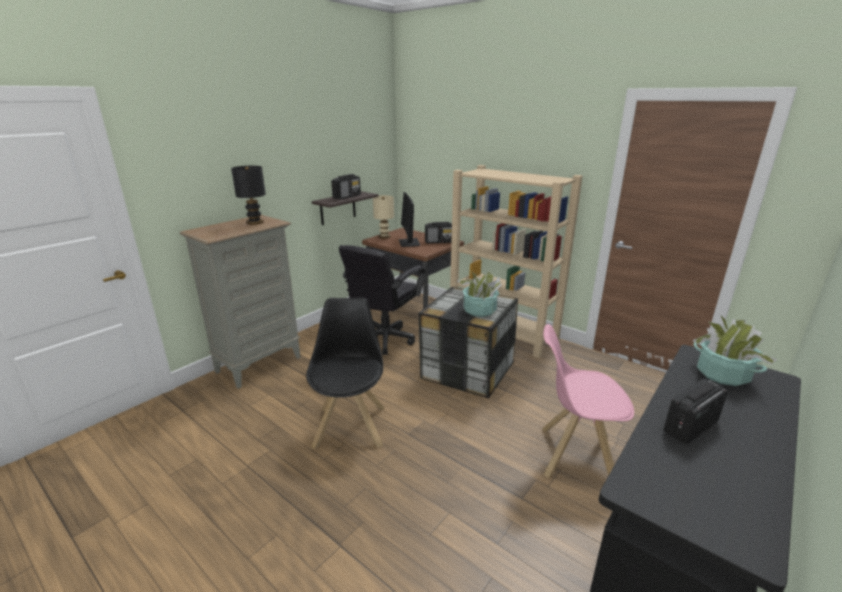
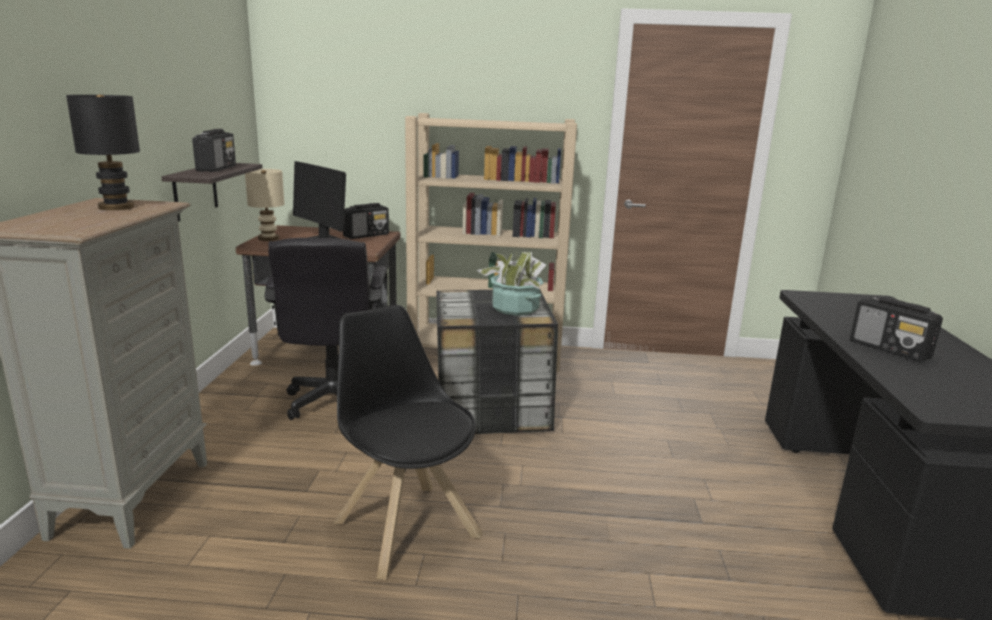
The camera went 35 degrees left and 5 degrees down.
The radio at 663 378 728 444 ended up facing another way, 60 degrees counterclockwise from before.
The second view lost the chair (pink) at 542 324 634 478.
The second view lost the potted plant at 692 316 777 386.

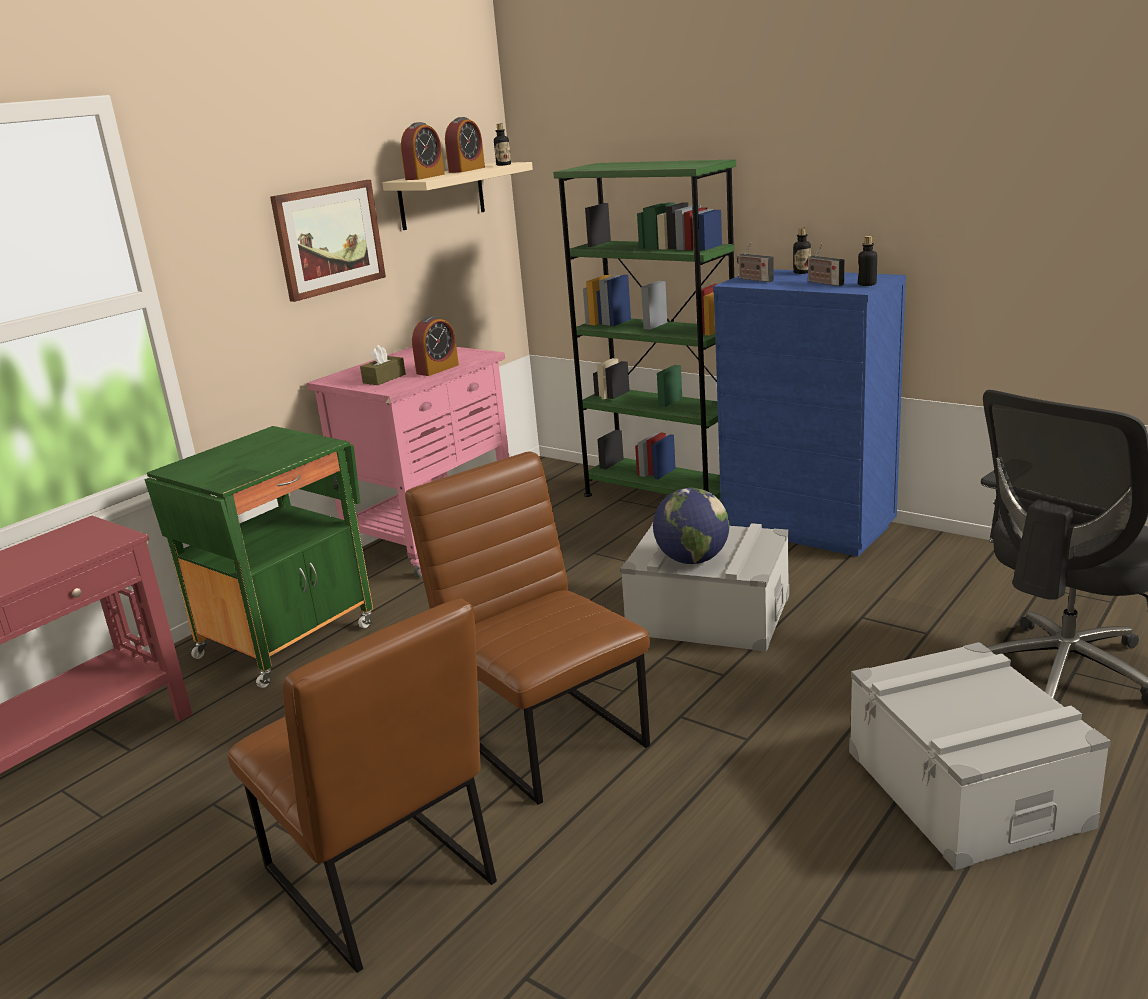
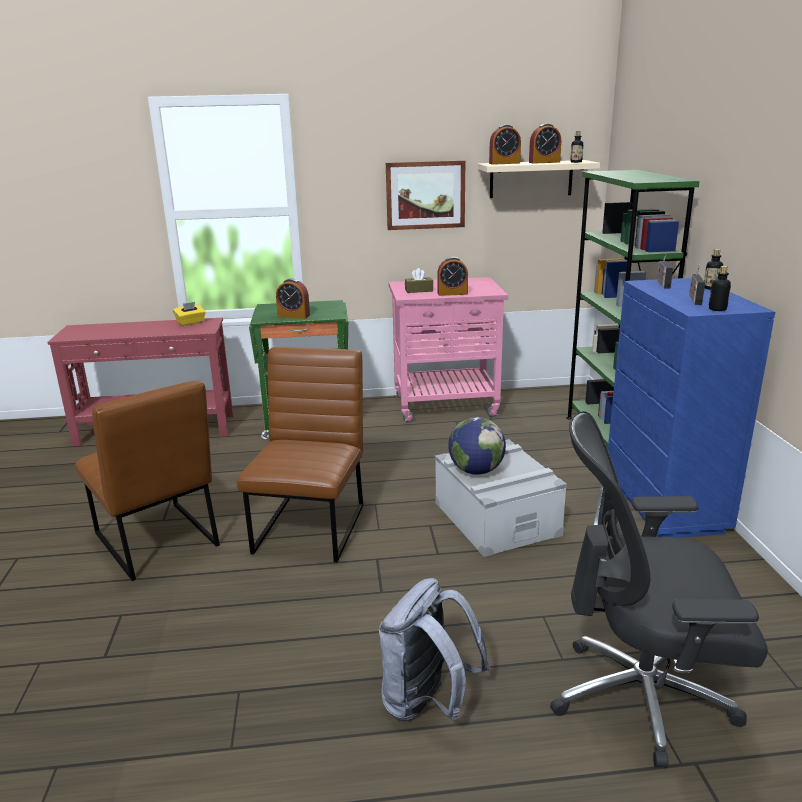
The camera went 45 degrees right and 0 degrees up.
The chair (brown) at 228 599 497 973 ended up facing another way, 45 degrees counterclockwise from before.
The second view gained the tissue box (yellow) at 173 302 206 326.
The second view gained the alarm clock at 276 278 310 319.
Where the storage box (grey) stood at 849 642 1111 870, the backpack (grey) came to stand at 379 578 490 722.

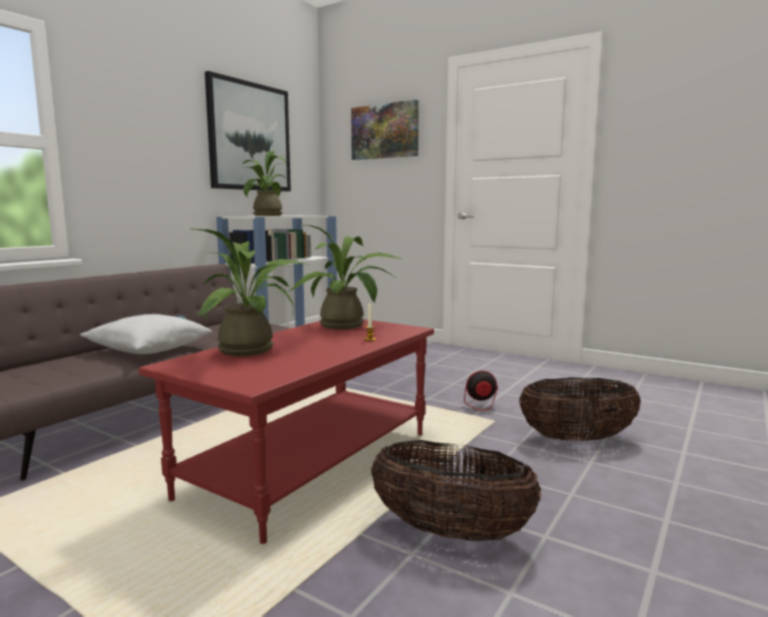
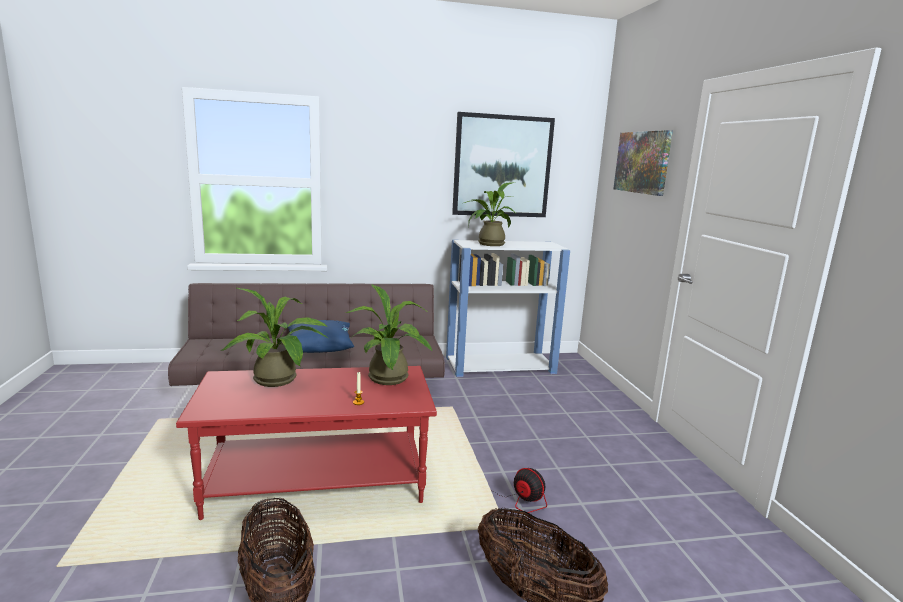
The camera went 45 degrees right and 5 degrees up.
What was the pillow (grey) at 80 314 212 354 turned into the pillow (blue) at 287 320 354 353.

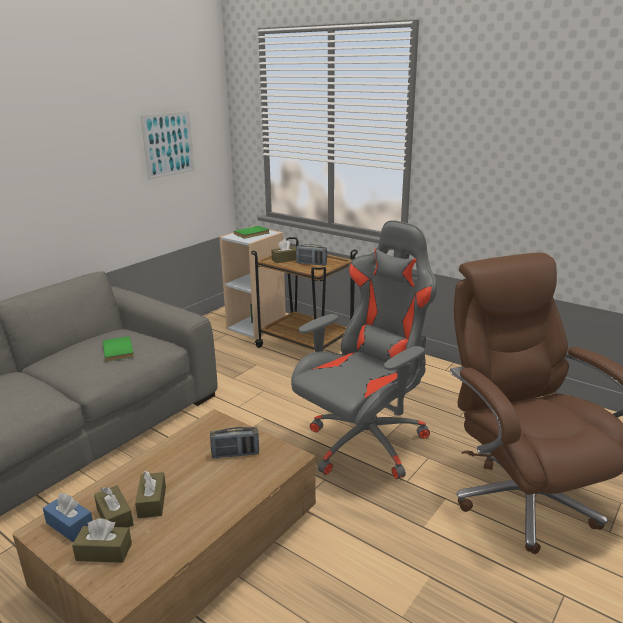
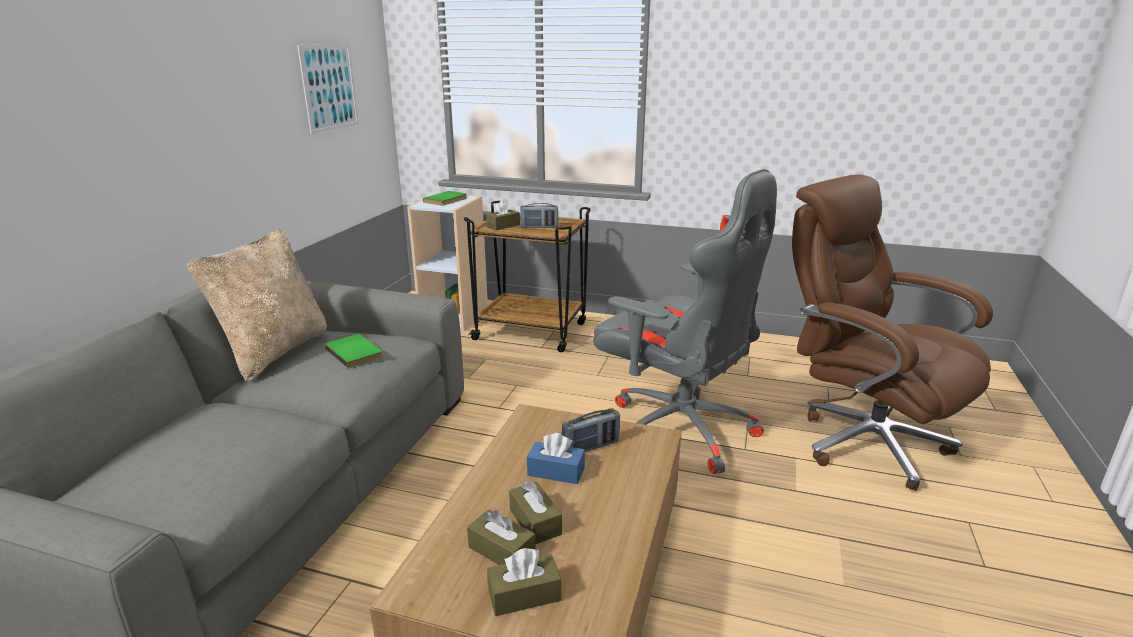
The camera went 20 degrees left and 0 degrees up.
The second view gained the pillow (beige) at 186 229 327 380.
The tissue box (blue) ended up elsewhere, having gone from 43 493 93 542 to 527 433 585 484.
The office chair (grey) at 291 220 437 479 ended up facing another way, 105 degrees clockwise from before.

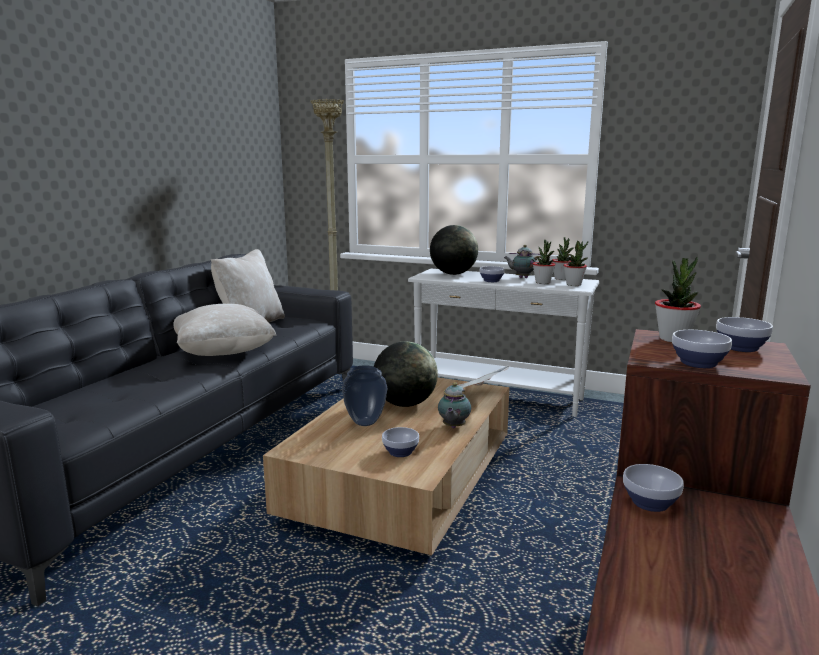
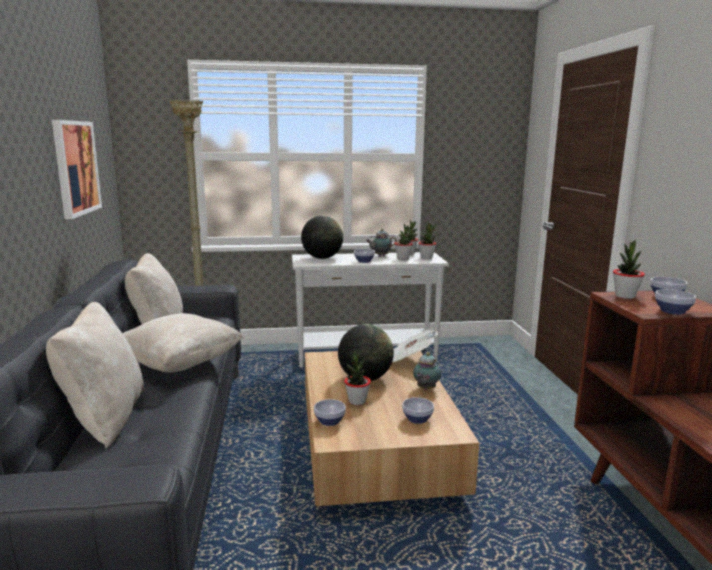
The camera went 30 degrees left and 0 degrees up.
The second view gained the pillow (beige) at 46 302 145 448.
The second view gained the picture at 52 120 102 219.
The bowl ended up elsewhere, having gone from 623 464 684 512 to 314 399 346 426.
Where the vase stood at 342 365 388 426, the potted plant came to stand at 344 350 371 405.
The teapot at 438 382 471 428 ended up facing another way, 45 degrees clockwise from before.

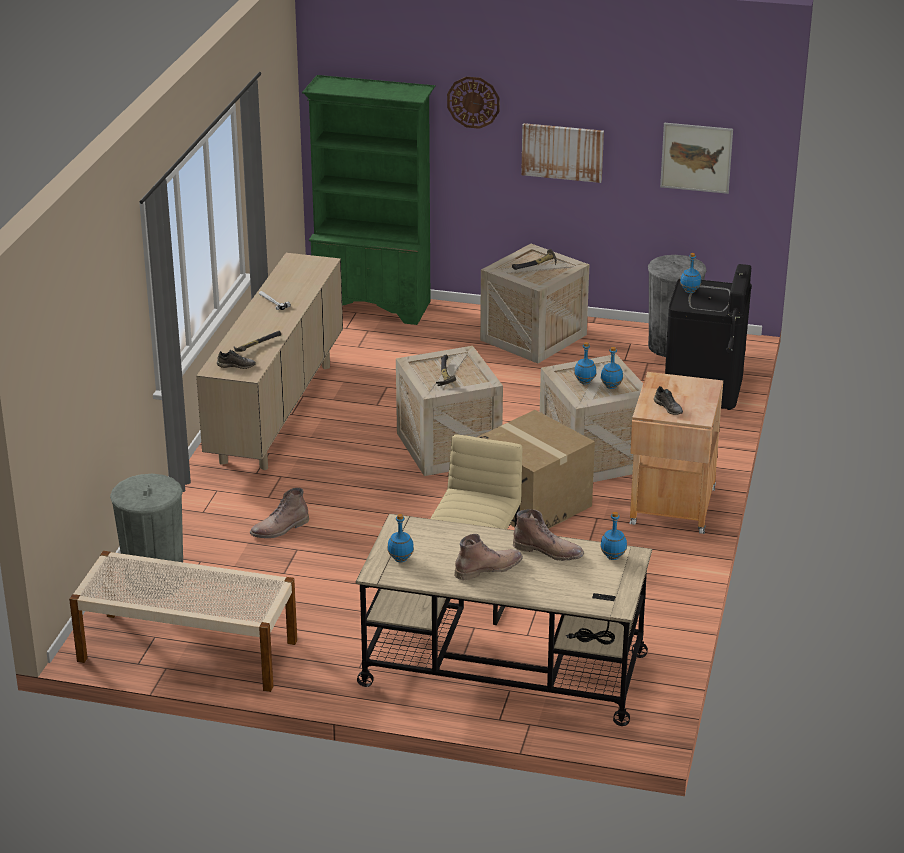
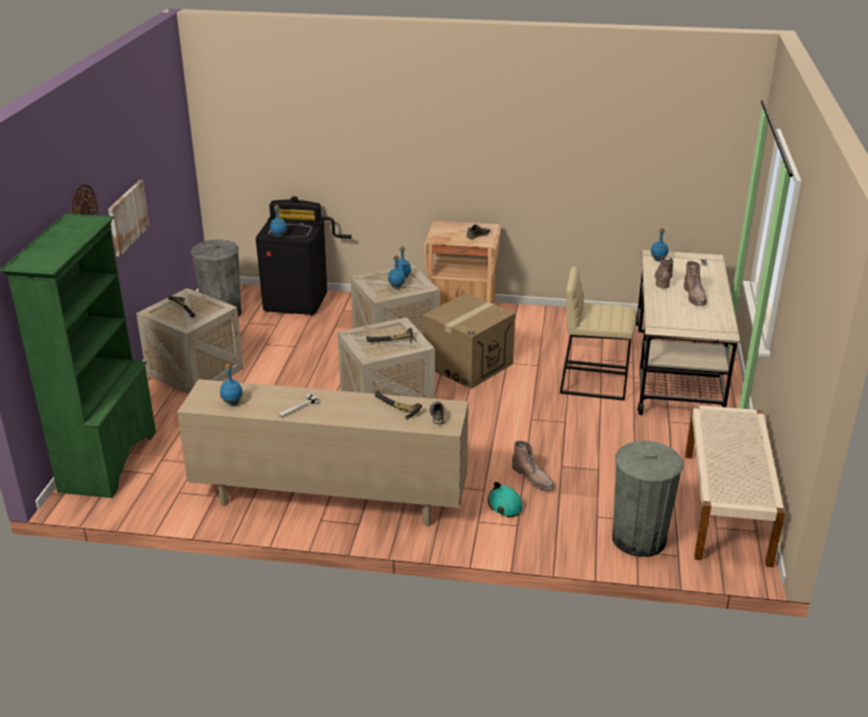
The camera went 95 degrees left and 0 degrees up.
The bottle (blue) ended up elsewhere, having gone from 387 514 414 562 to 220 364 243 405.
The second view gained the hard hat (turquoise) at 488 482 523 518.
The boot (brown) at 454 534 523 580 ended up facing another way, 150 degrees counterclockwise from before.
The second view lost the picture at 660 123 733 194.

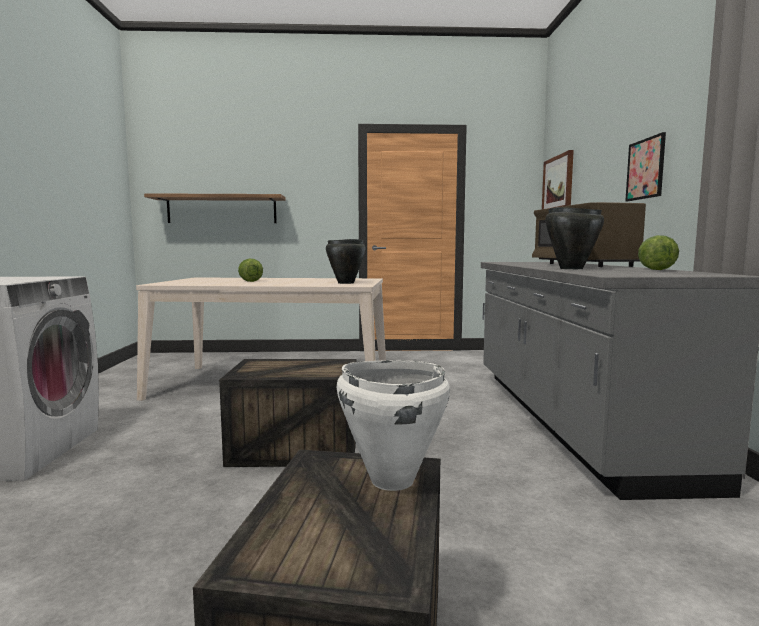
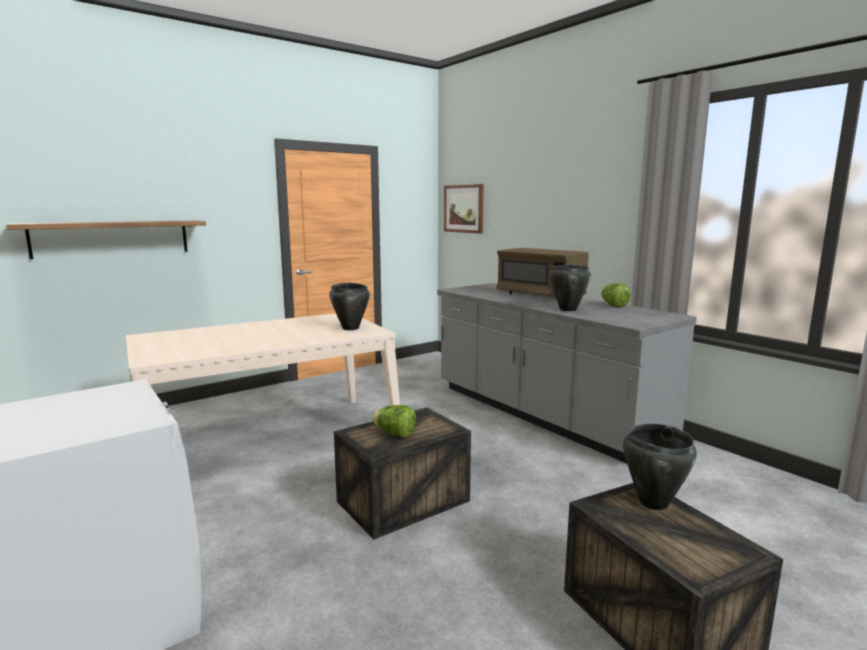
The camera went 35 degrees left and 5 degrees up.
The lettuce ended up elsewhere, having gone from 238 259 263 282 to 372 405 416 438.
What was the cooking pot (white) at 336 360 450 491 turned into the cooking pot (black) at 623 424 697 510.
The second view lost the picture at 625 132 666 201.

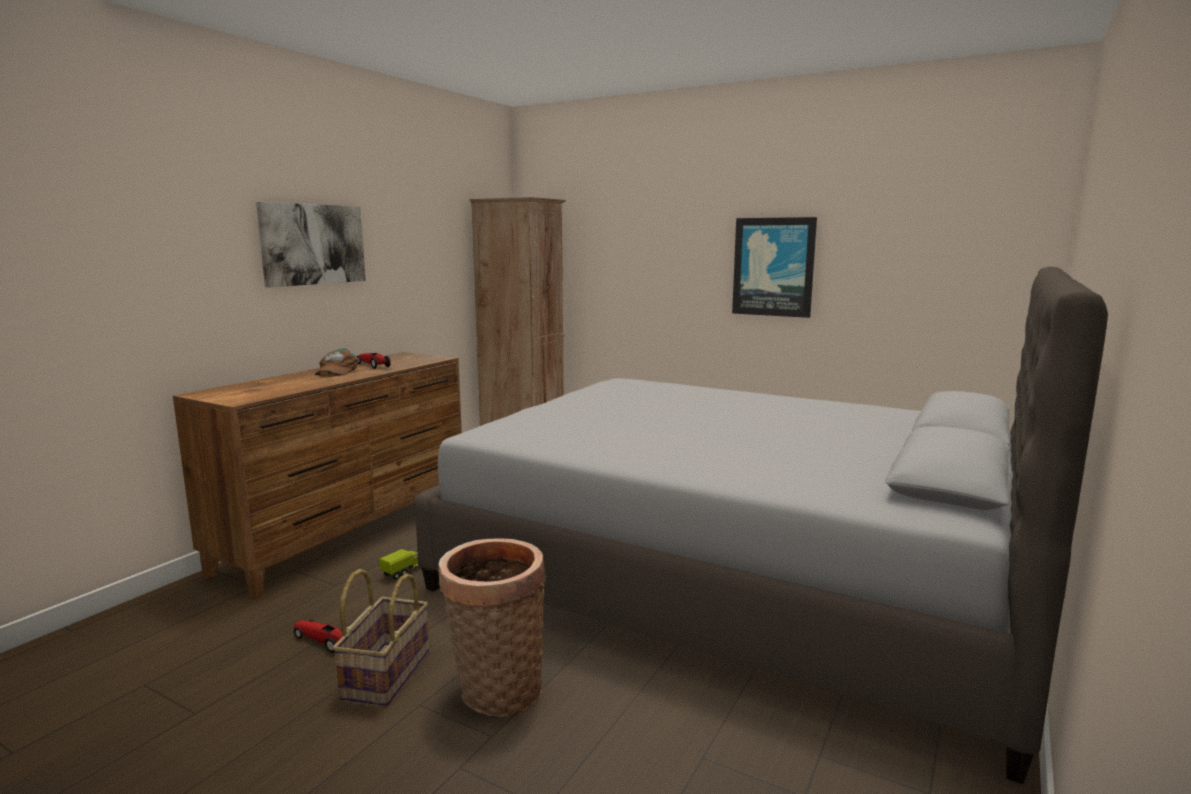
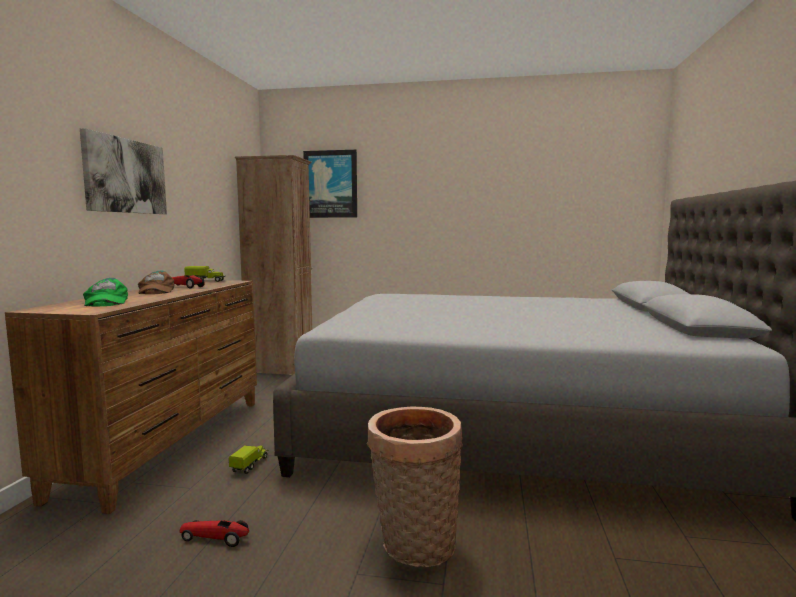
The camera went 20 degrees left and 5 degrees down.
The second view gained the cap (green) at 83 278 128 306.
The second view gained the toy truck at 184 266 225 282.
The picture ended up elsewhere, having gone from 732 217 817 318 to 303 150 357 218.
The second view lost the basket at 333 569 429 706.

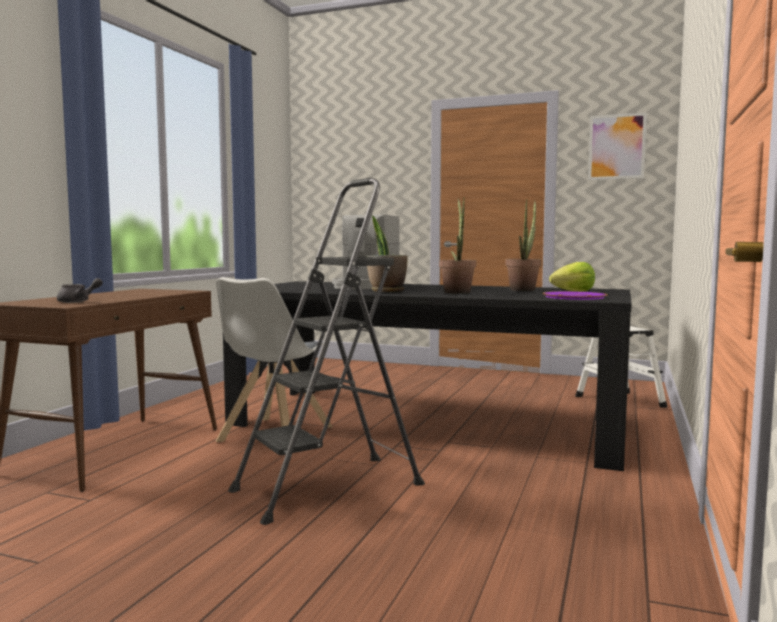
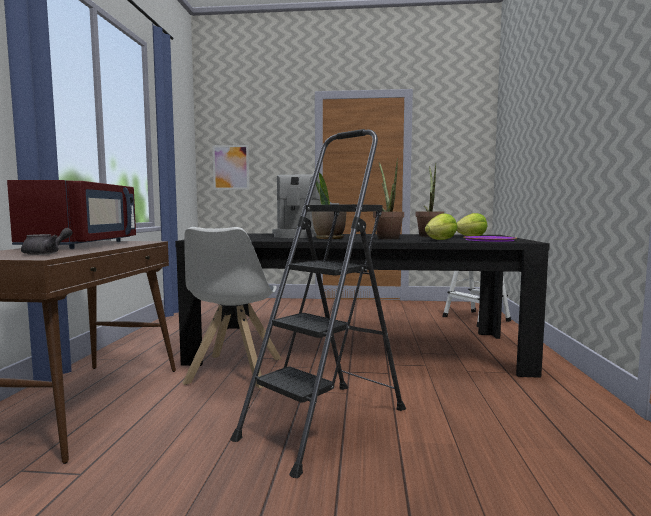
The camera went 15 degrees left and 0 degrees up.
The second view gained the microwave (red) at 7 180 136 249.
The picture ended up elsewhere, having gone from 588 112 647 180 to 212 145 249 190.
The second view gained the lettuce at 425 213 457 240.

